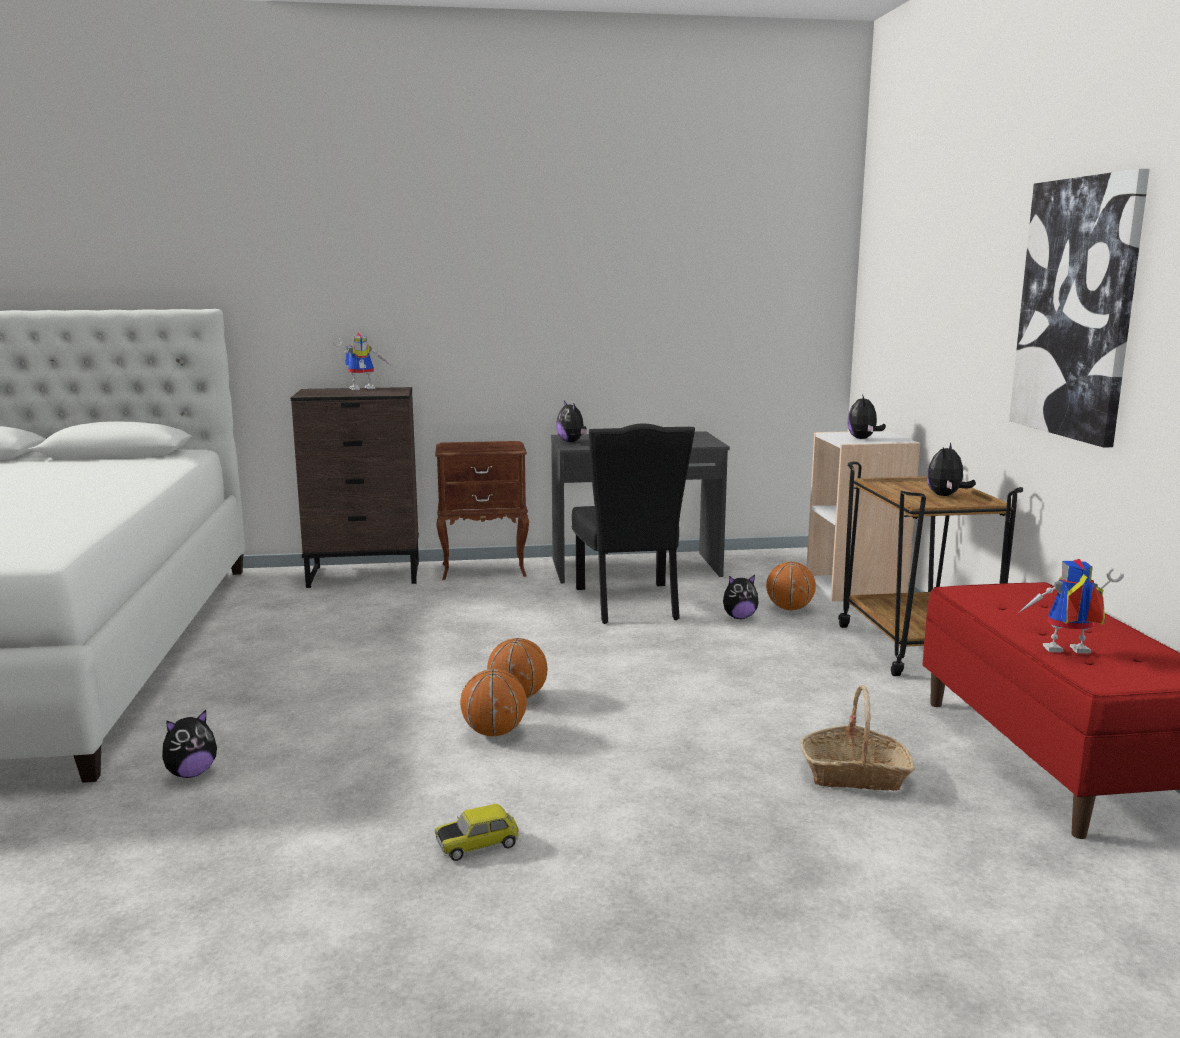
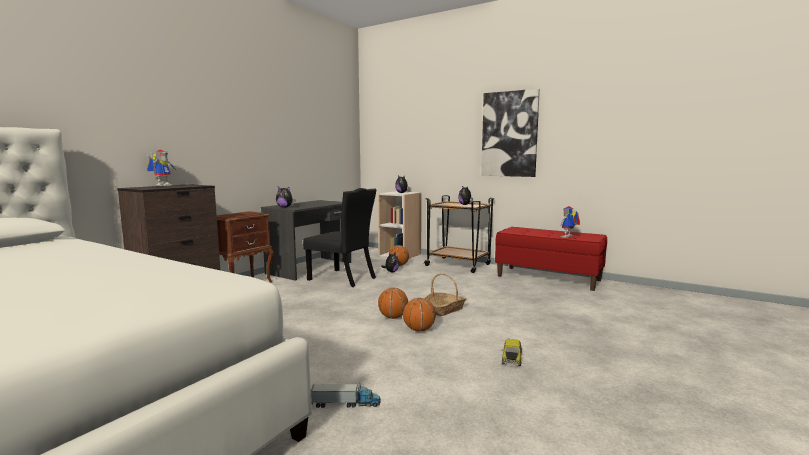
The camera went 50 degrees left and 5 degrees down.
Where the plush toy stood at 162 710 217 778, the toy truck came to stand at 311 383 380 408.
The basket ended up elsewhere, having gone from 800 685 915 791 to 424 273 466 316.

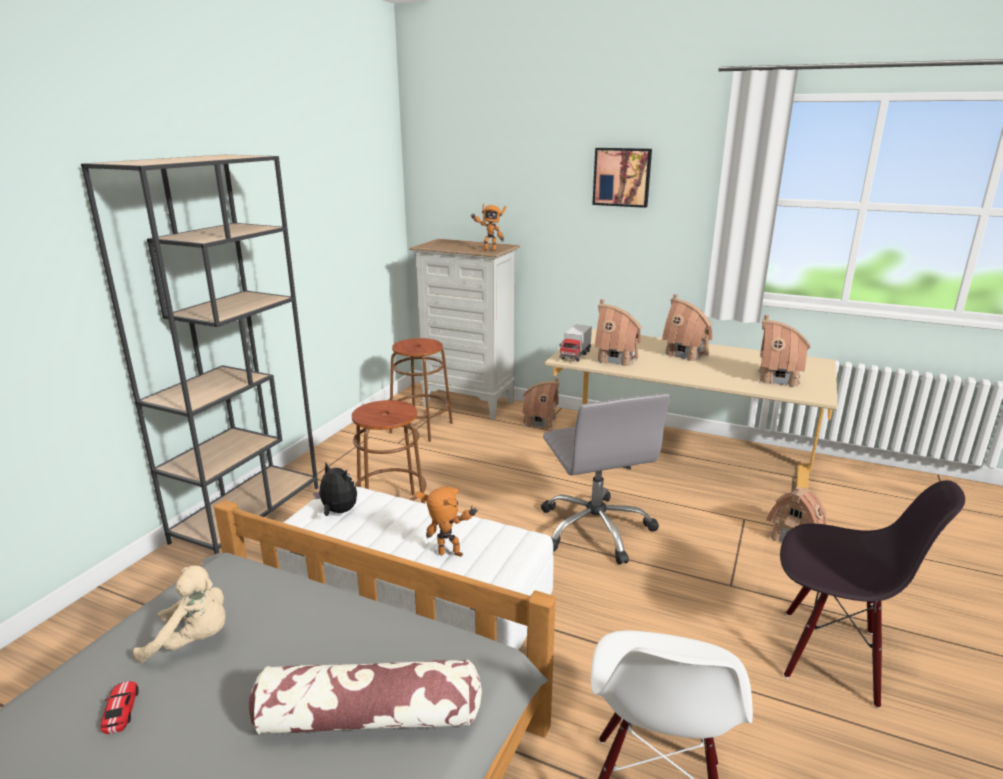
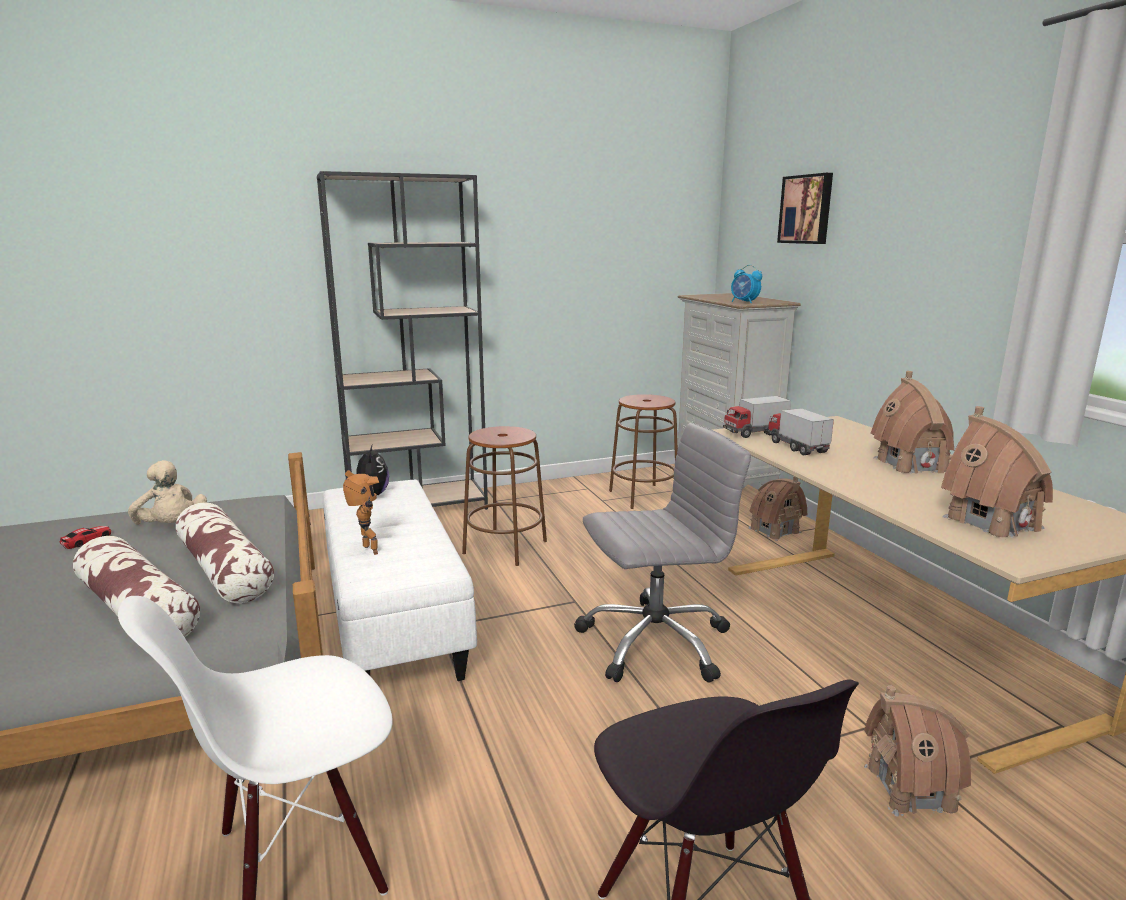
The camera went 45 degrees right and 5 degrees down.
The second view gained the pillow at 176 502 274 603.
The office chair (grey) at 541 393 670 565 ended up facing another way, 135 degrees counterclockwise from before.
Where the toy robot stood at 470 203 506 252, the alarm clock came to stand at 731 265 762 303.
Where the toy house stood at 595 299 642 366, the toy truck came to stand at 767 408 834 455.
The picture ended up elsewhere, having gone from 592 148 652 208 to 777 173 833 244.

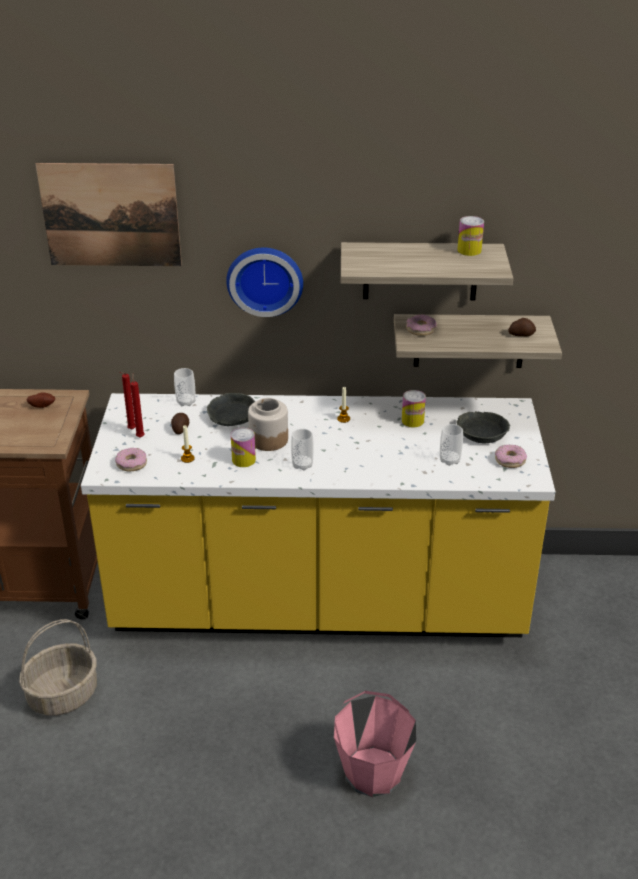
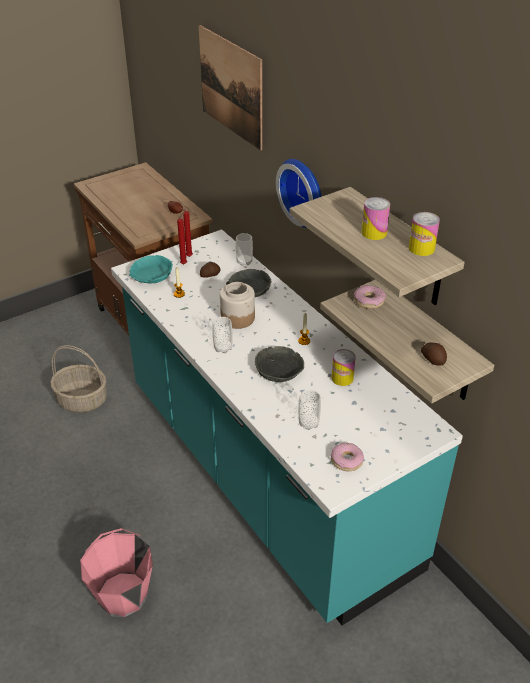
The camera went 55 degrees right and 5 degrees up.
What was the counter (yellow) at 81 393 555 637 turned into the counter (turquoise) at 111 229 463 626.
Where the donut stood at 115 448 147 471, the bowl (turquoise) came to stand at 129 255 173 283.
The bowl (grey) ended up elsewhere, having gone from 457 411 510 443 to 255 346 304 382.
The can ended up elsewhere, having gone from 231 428 256 467 to 361 197 390 240.

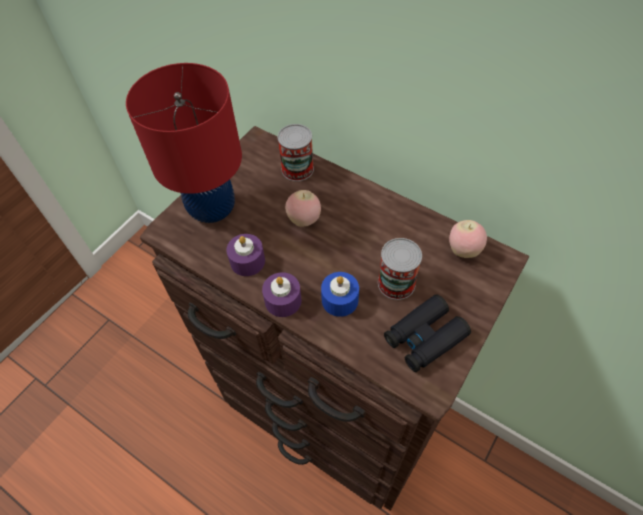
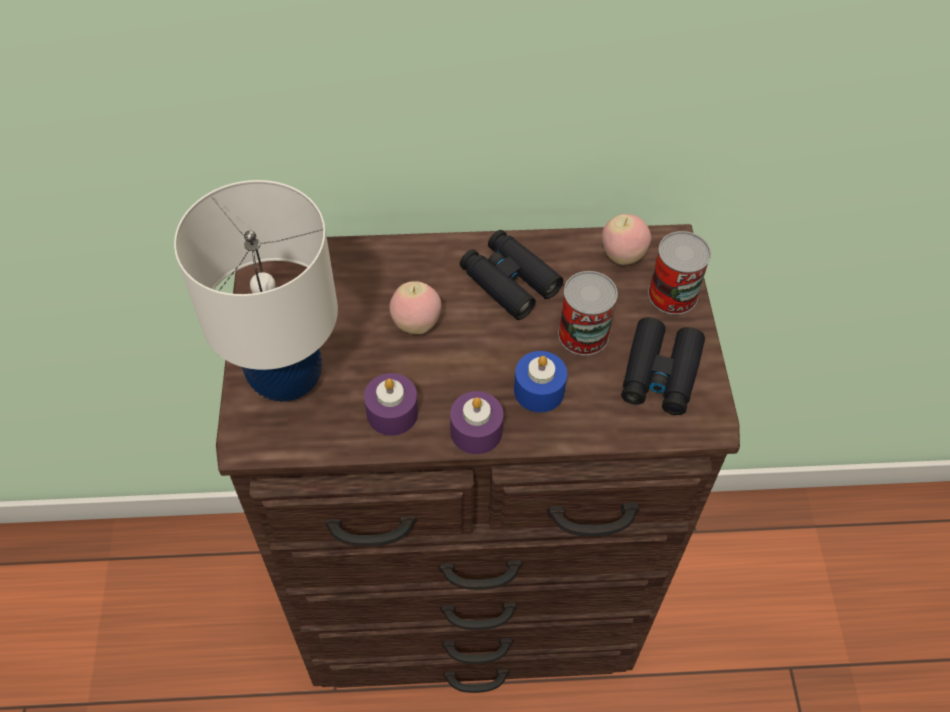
The camera went 40 degrees left and 0 degrees up.
What was the table lamp (red) at 126 63 242 223 turned into the table lamp (white) at 174 180 338 402.
The second view gained the binoculars (black) at 460 230 563 320.
The can ended up elsewhere, having gone from 278 124 314 181 to 648 231 711 315.

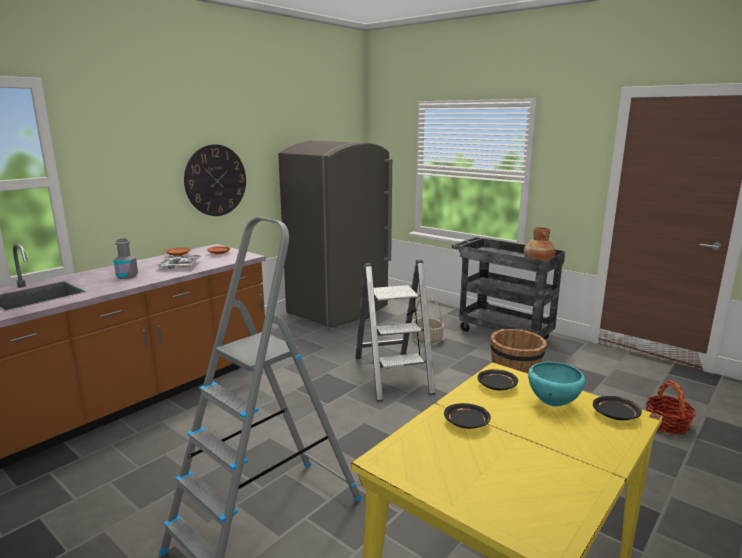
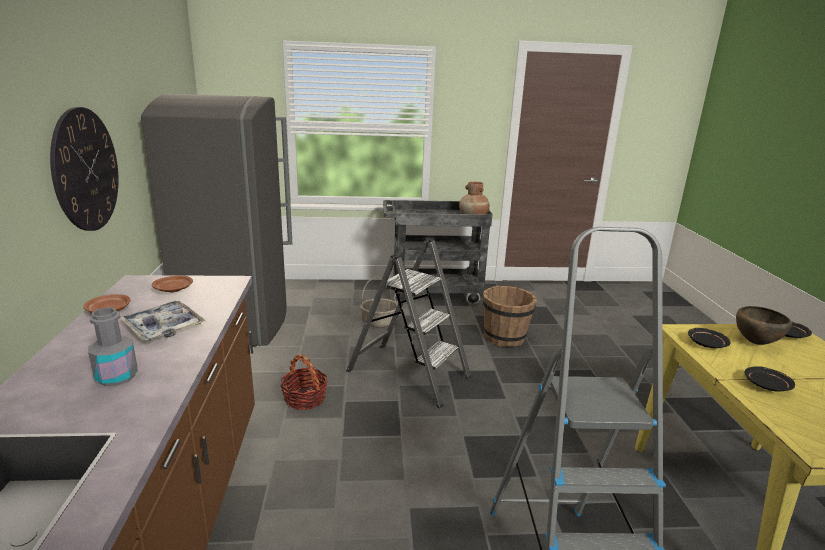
The camera went 45 degrees left and 5 degrees up.
The basket ended up elsewhere, having gone from 645 381 696 434 to 281 355 328 410.
What was the bowl (turquoise) at 528 362 585 407 turned into the bowl (brown) at 736 306 792 345.

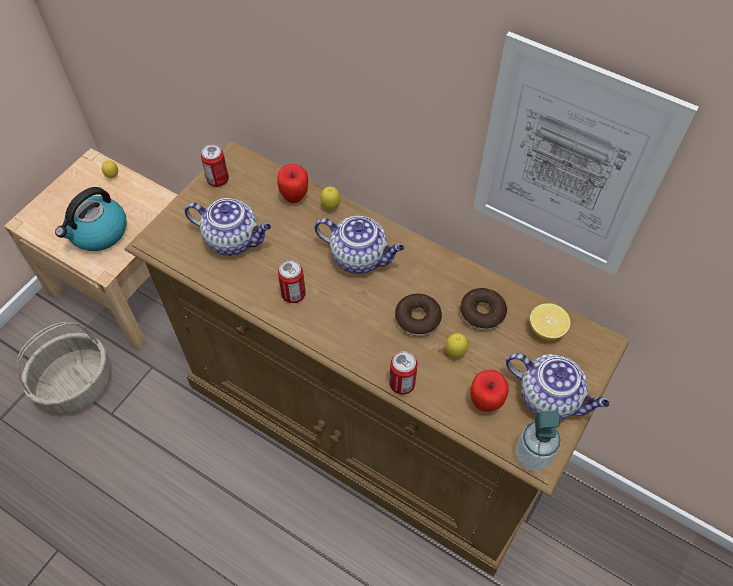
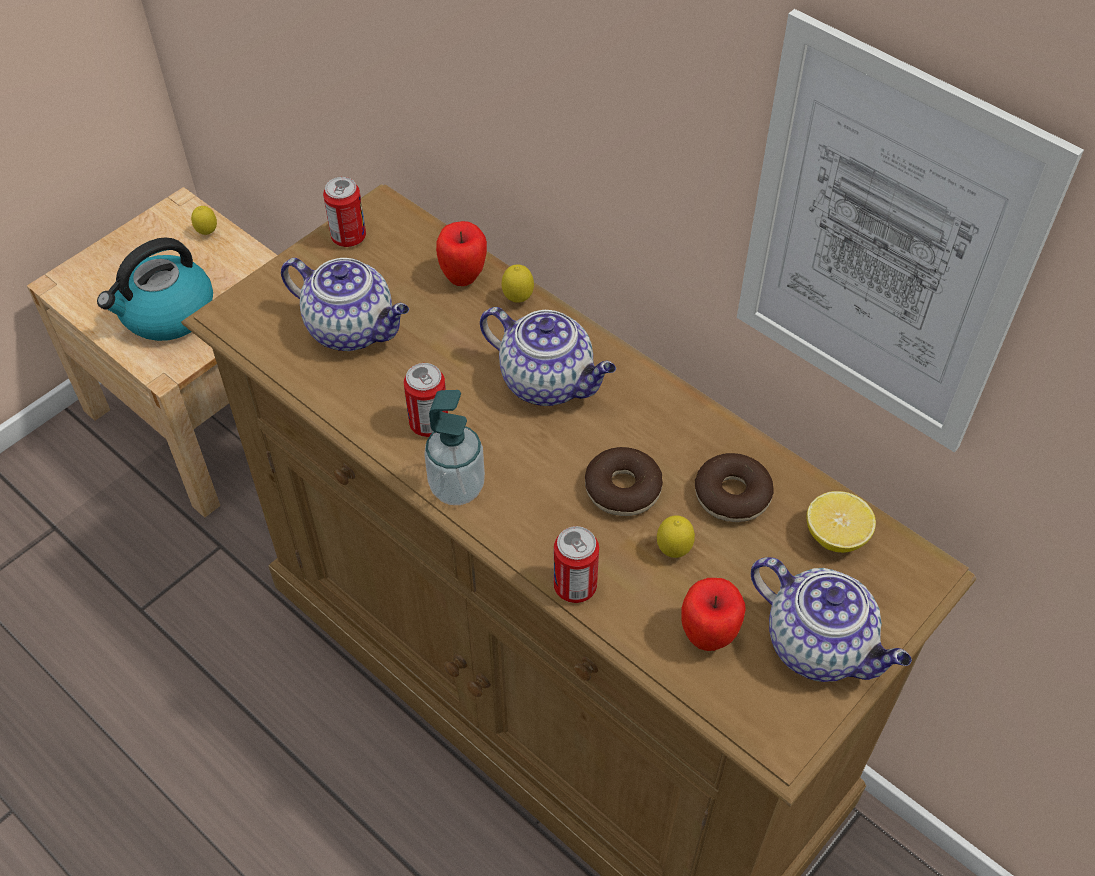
The camera went 10 degrees right and 5 degrees down.
The soap dispenser ended up elsewhere, having gone from 516 410 561 471 to 424 390 485 505.
The second view lost the basket at 16 322 111 415.

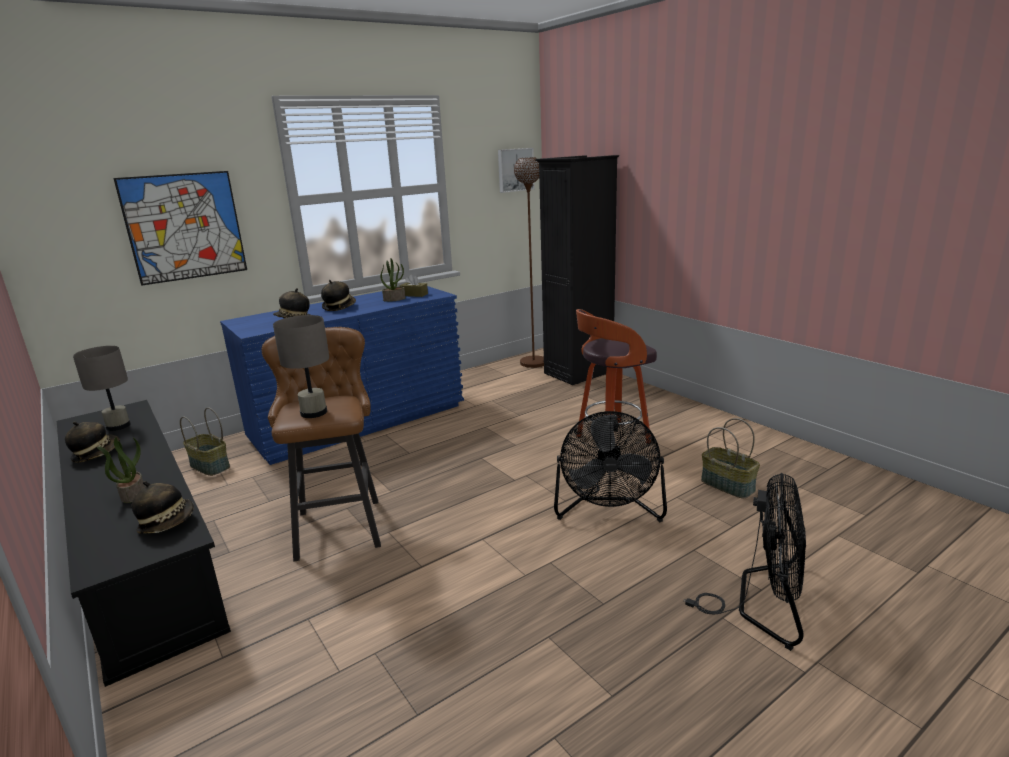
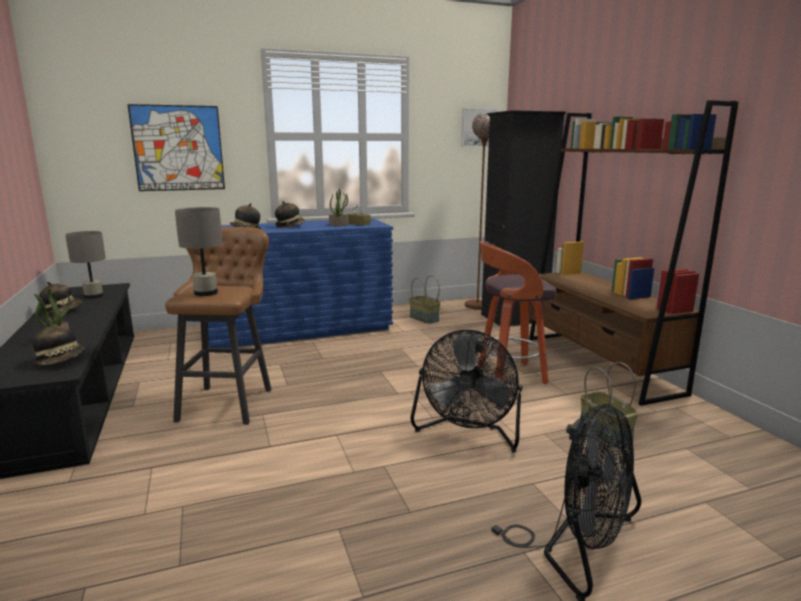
The camera went 15 degrees right and 5 degrees down.
The basket ended up elsewhere, having gone from 180 407 230 476 to 409 275 440 324.
The second view gained the bookcase (brown) at 529 100 739 406.

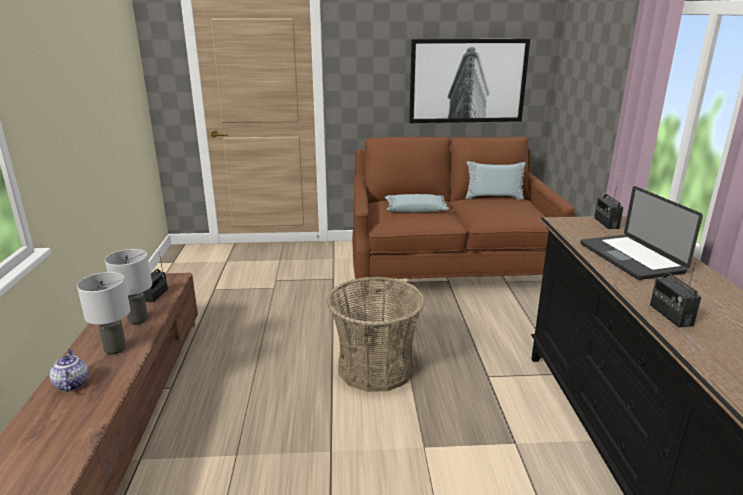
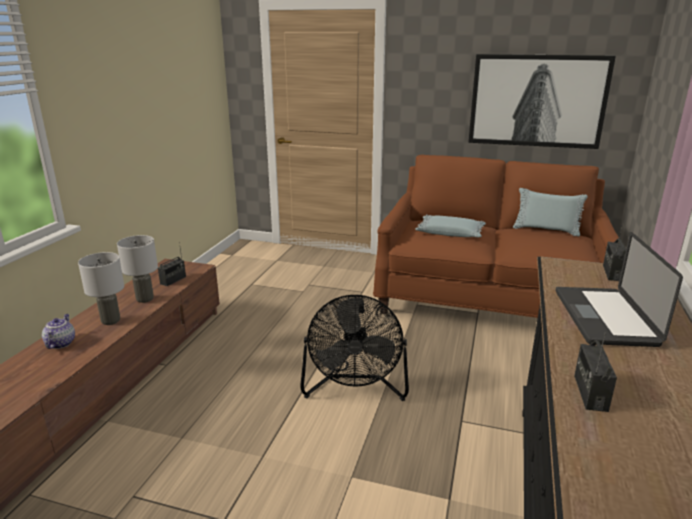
The camera went 20 degrees right and 0 degrees up.
Where the basket stood at 327 276 425 392, the fan (black) came to stand at 300 295 409 401.

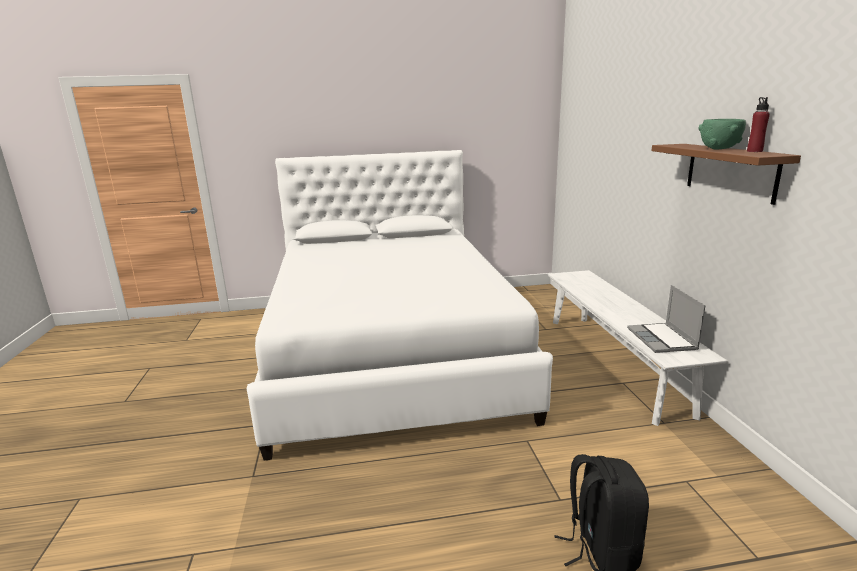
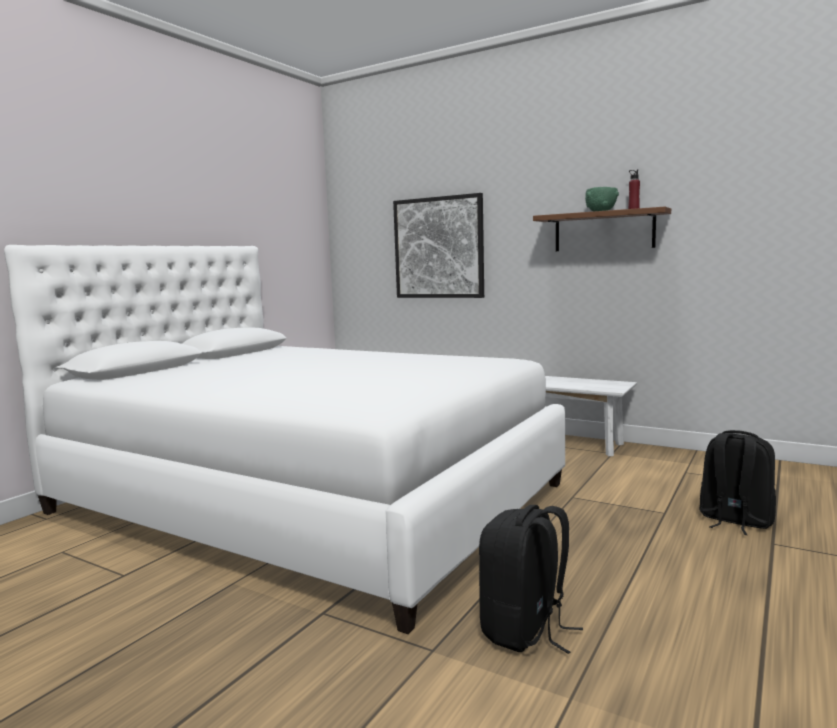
The camera went 50 degrees left and 10 degrees down.
The second view gained the picture at 393 193 484 298.
The second view gained the backpack (black) at 479 505 583 654.
The second view lost the laptop at 627 285 705 353.

